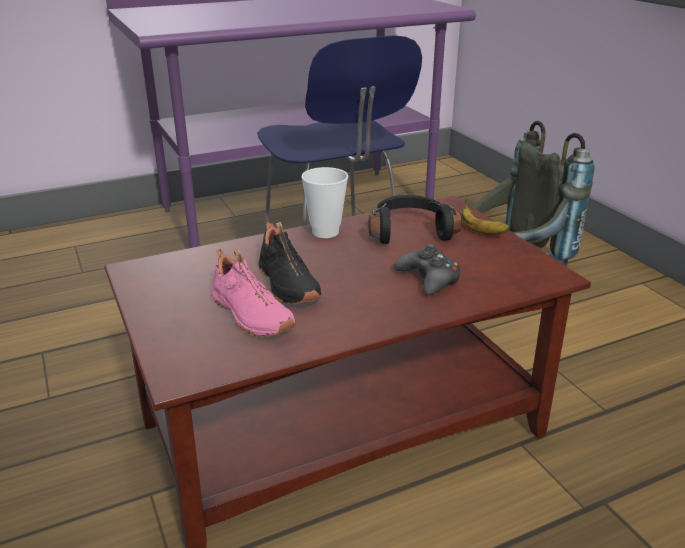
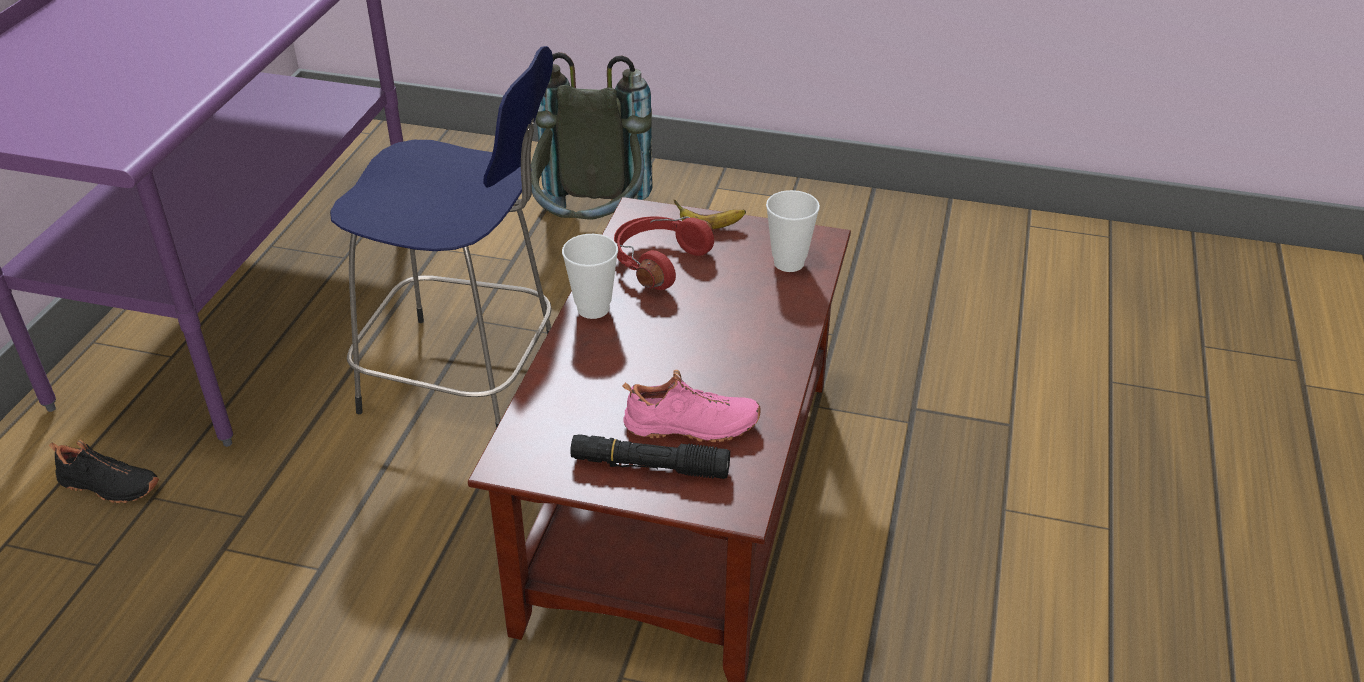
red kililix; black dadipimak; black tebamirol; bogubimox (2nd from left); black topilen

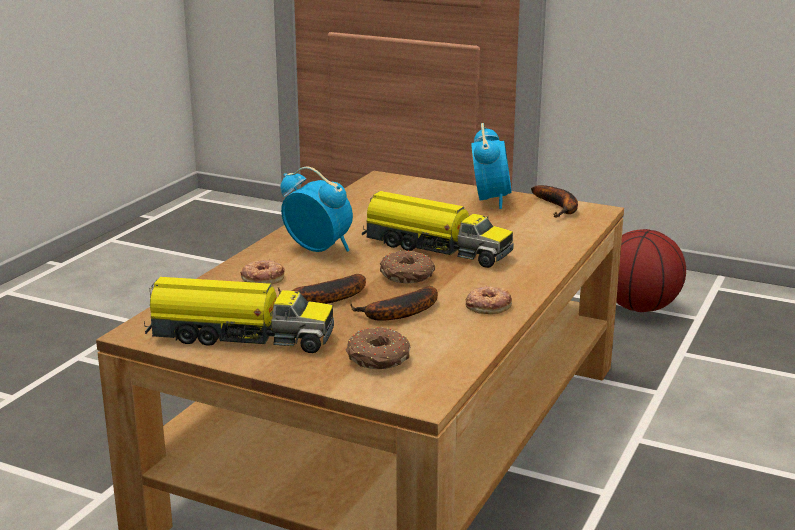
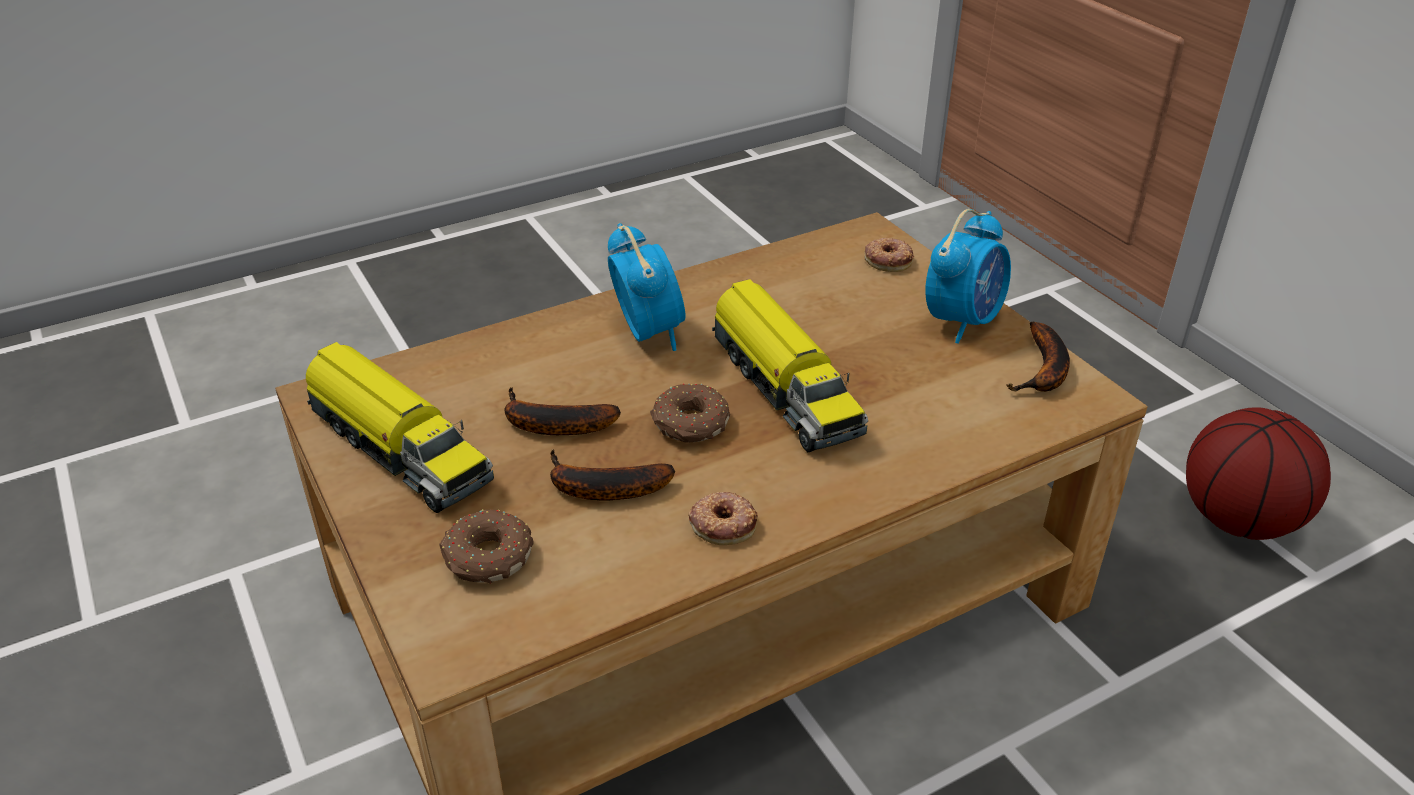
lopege (4th from left)

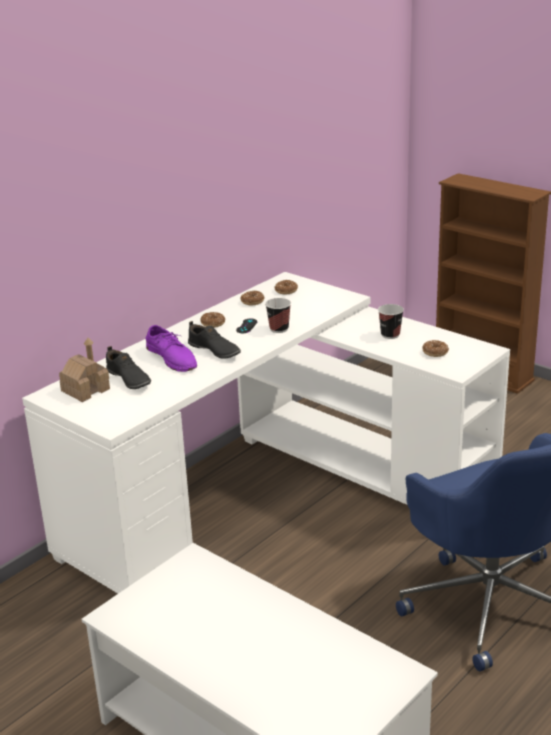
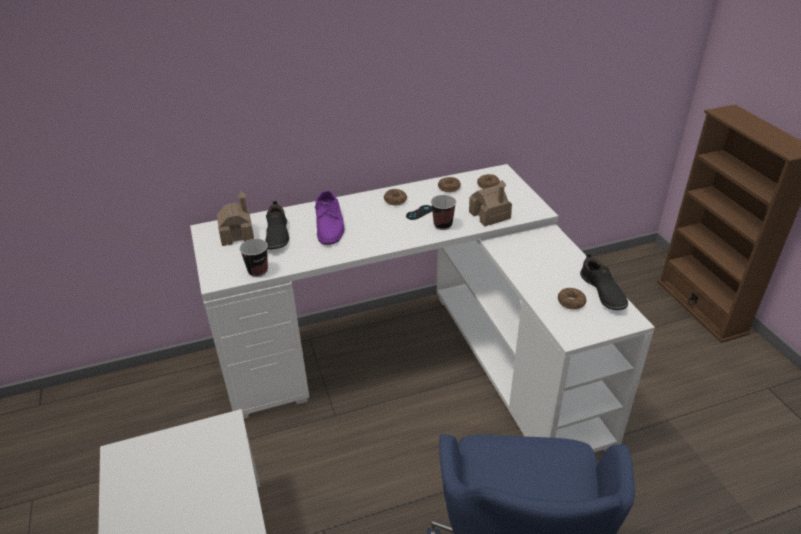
bogubimox (1st from left); black dadipimak (2nd from left); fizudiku (2nd from left)

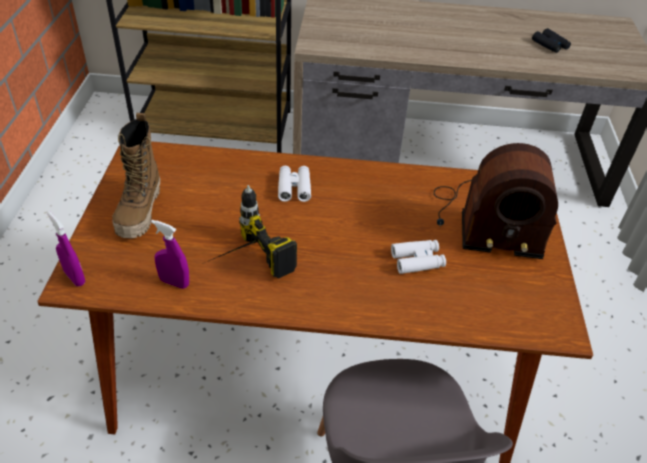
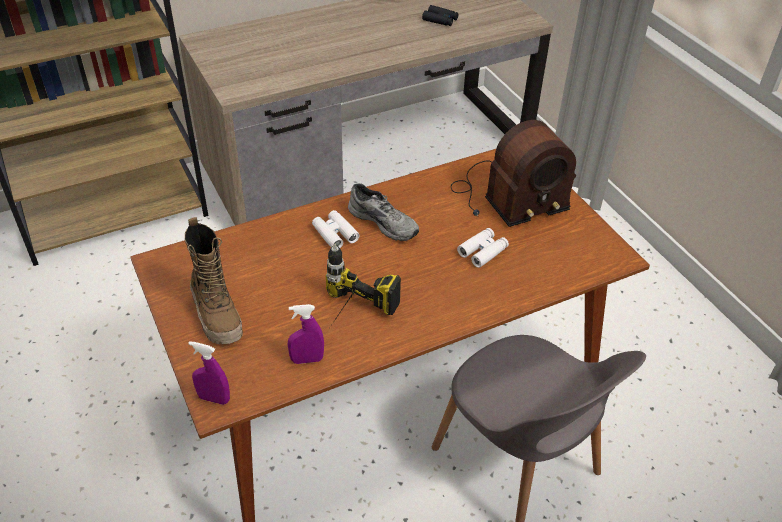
grey dadipimak

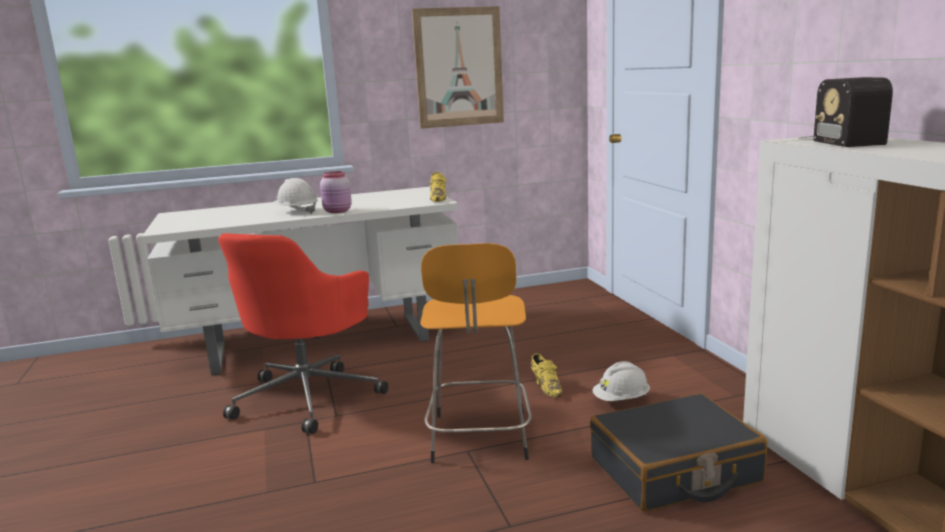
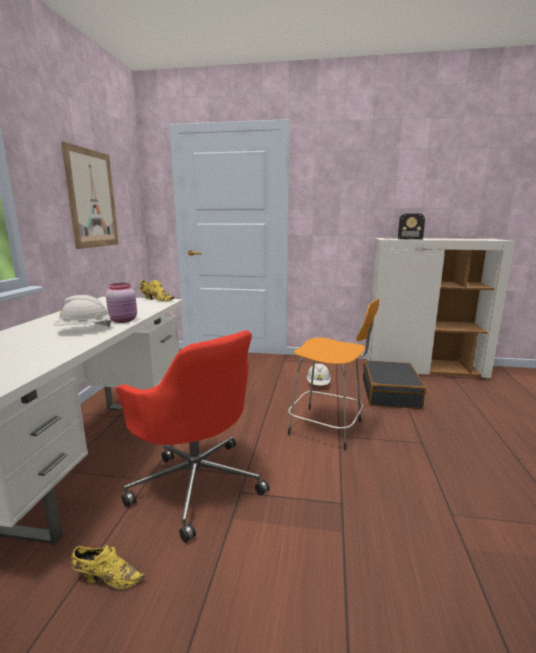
yellow dadipimak (1st from left)

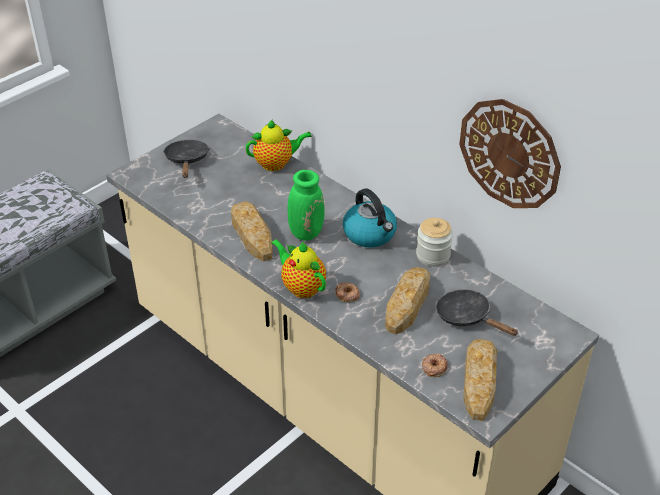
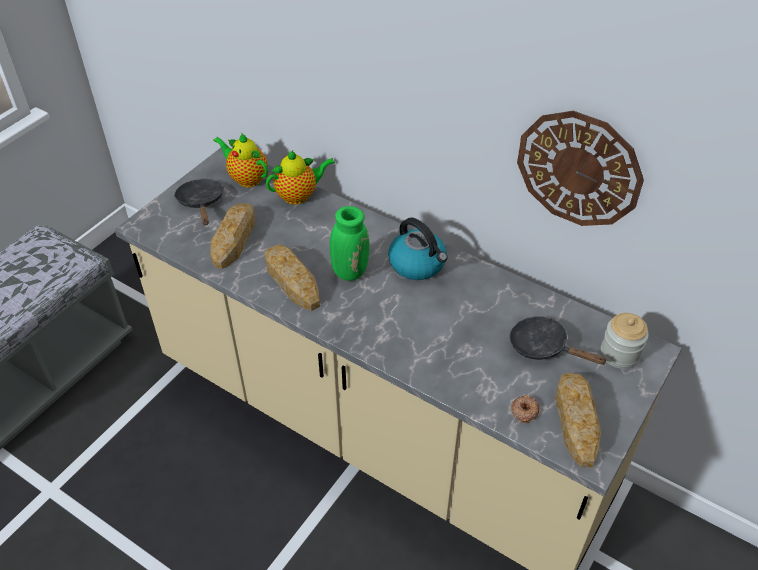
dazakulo; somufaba (1st from left); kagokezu (1st from left); lopege (1st from left in the first image)

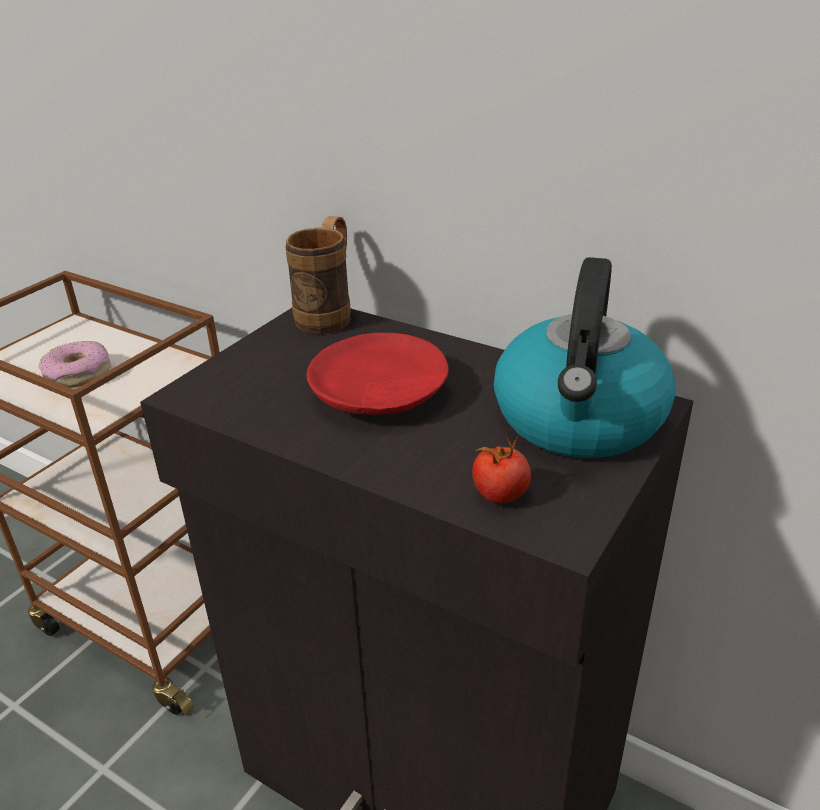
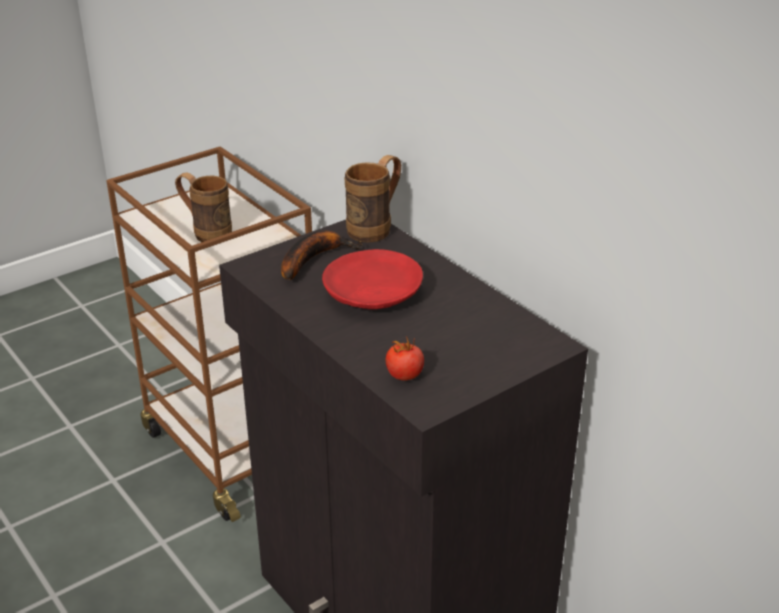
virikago; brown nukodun (1st from left); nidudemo

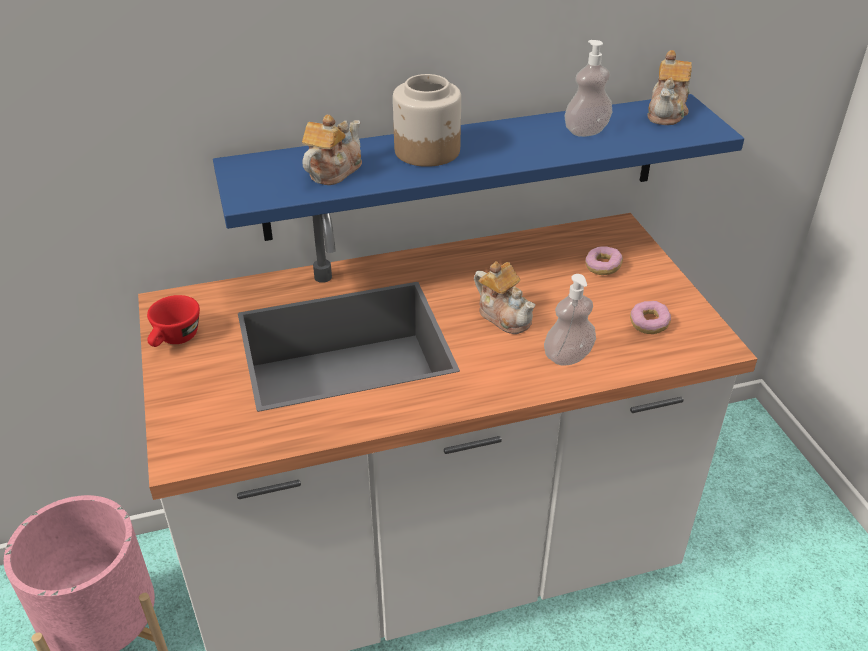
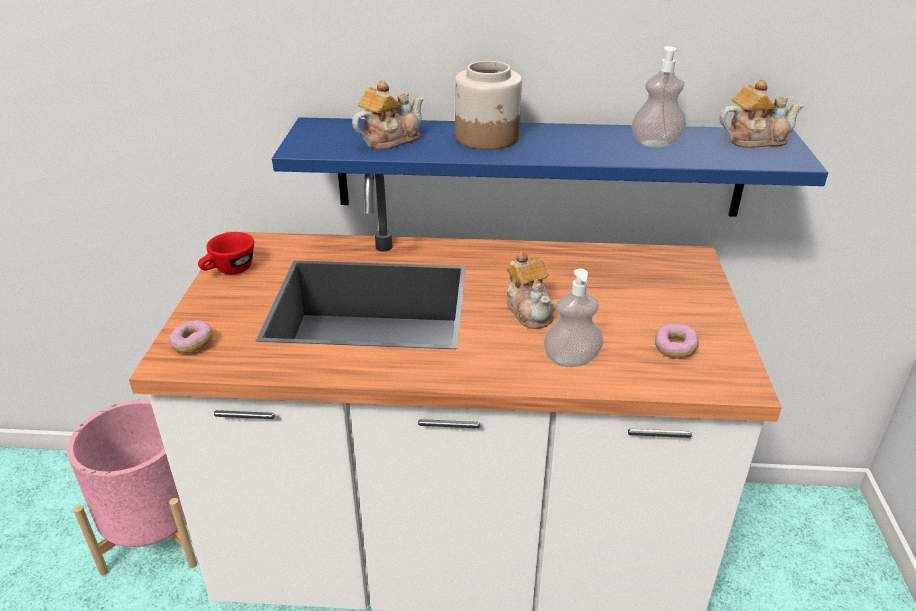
somufaba (3rd from left); lopege (1st from left)

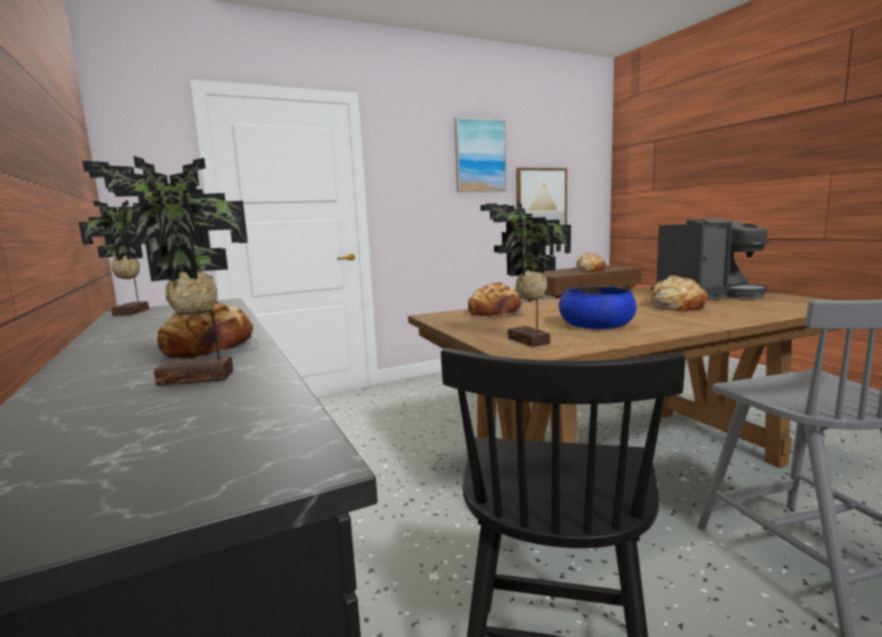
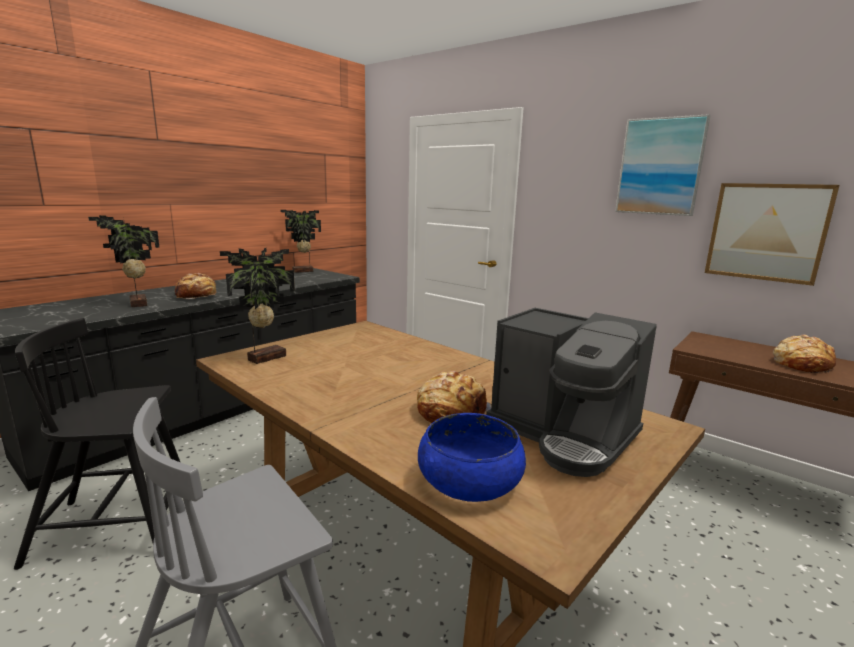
kagokezu (2nd from left in the first image); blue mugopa

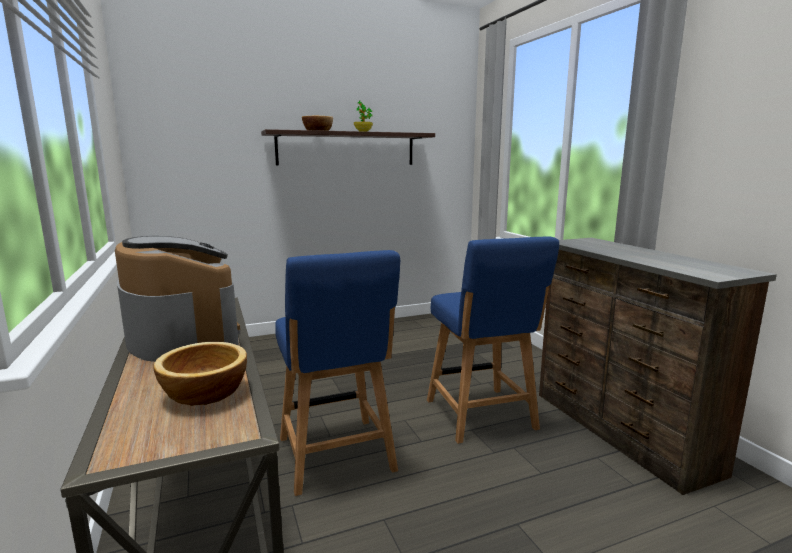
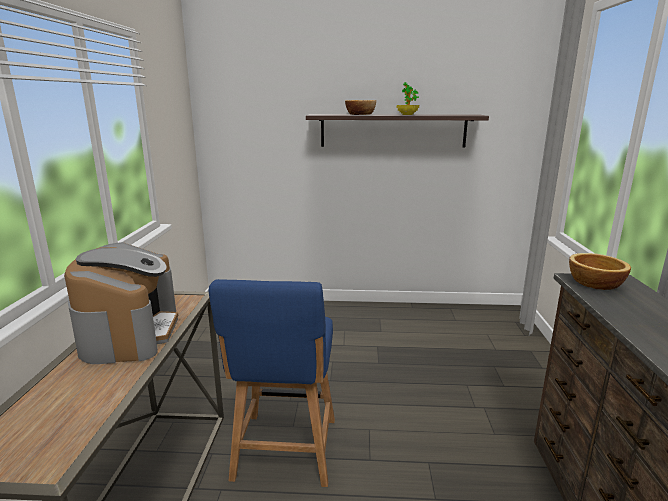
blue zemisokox (2nd from left in the first image); mugopa (2nd from left)

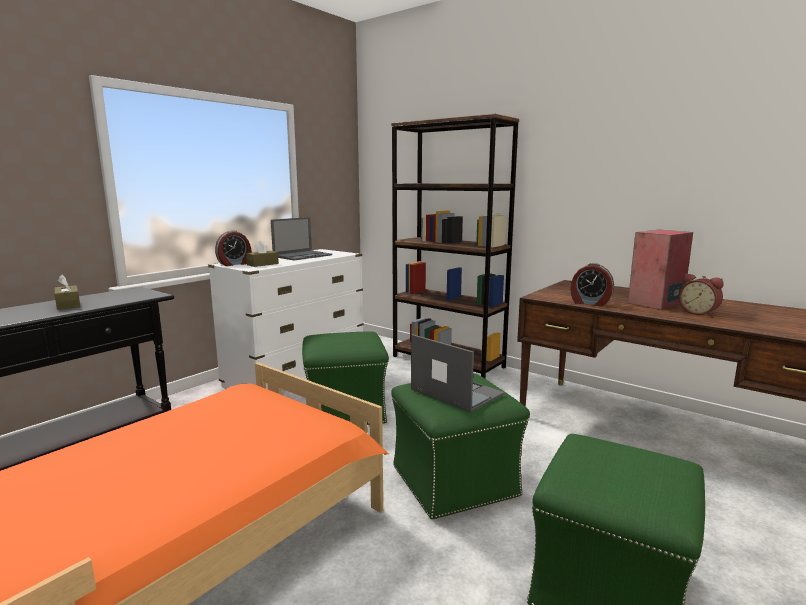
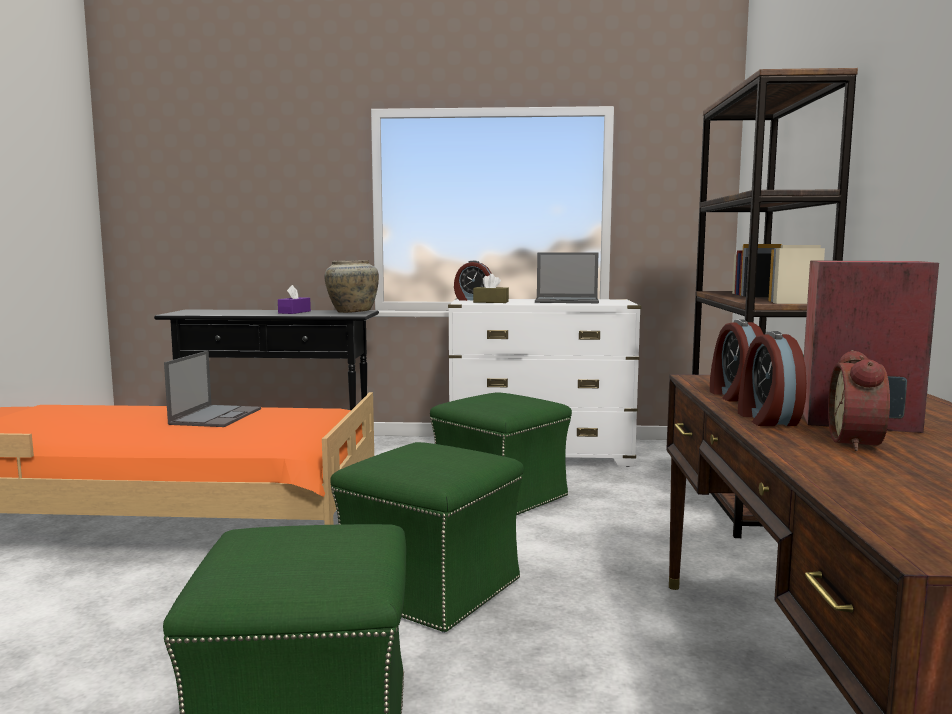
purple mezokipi; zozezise (1st from left); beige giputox; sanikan (3rd from left)

